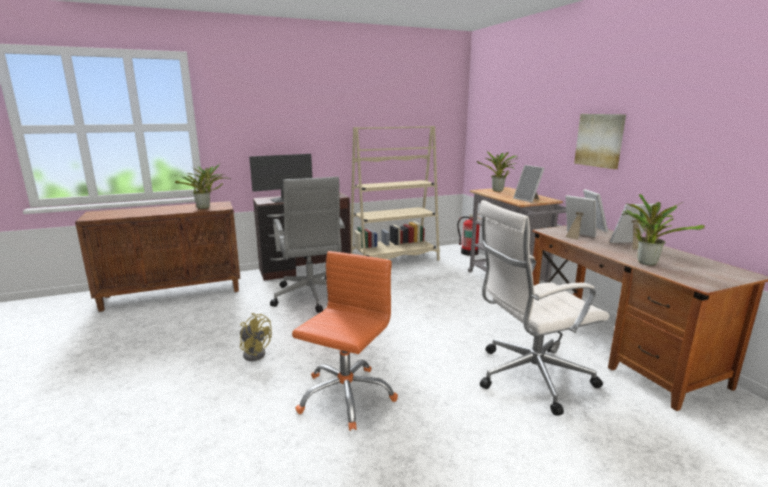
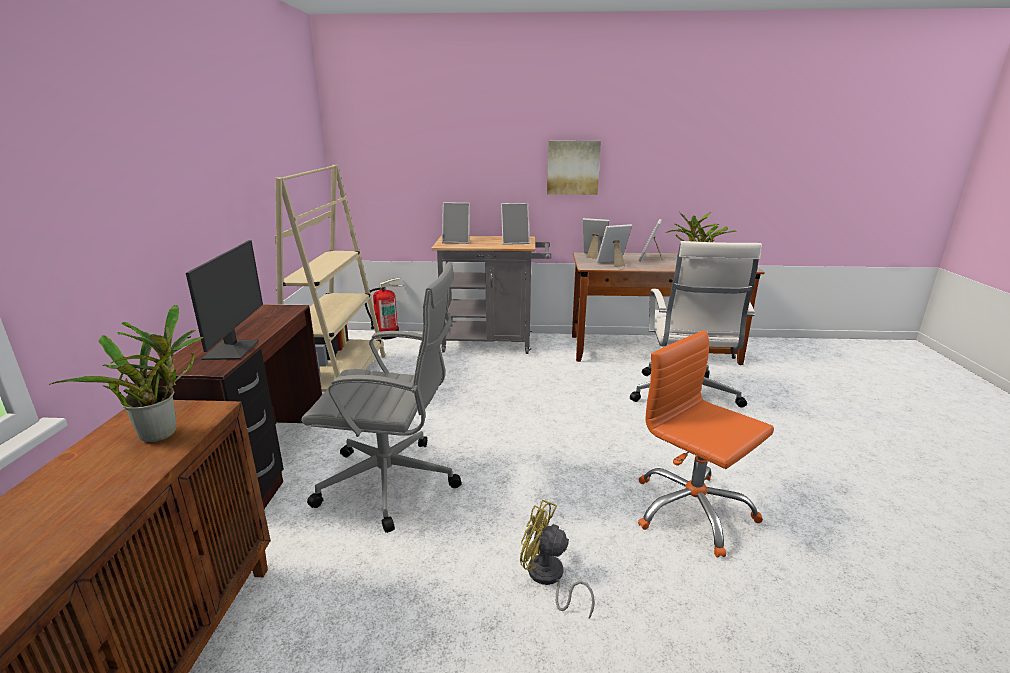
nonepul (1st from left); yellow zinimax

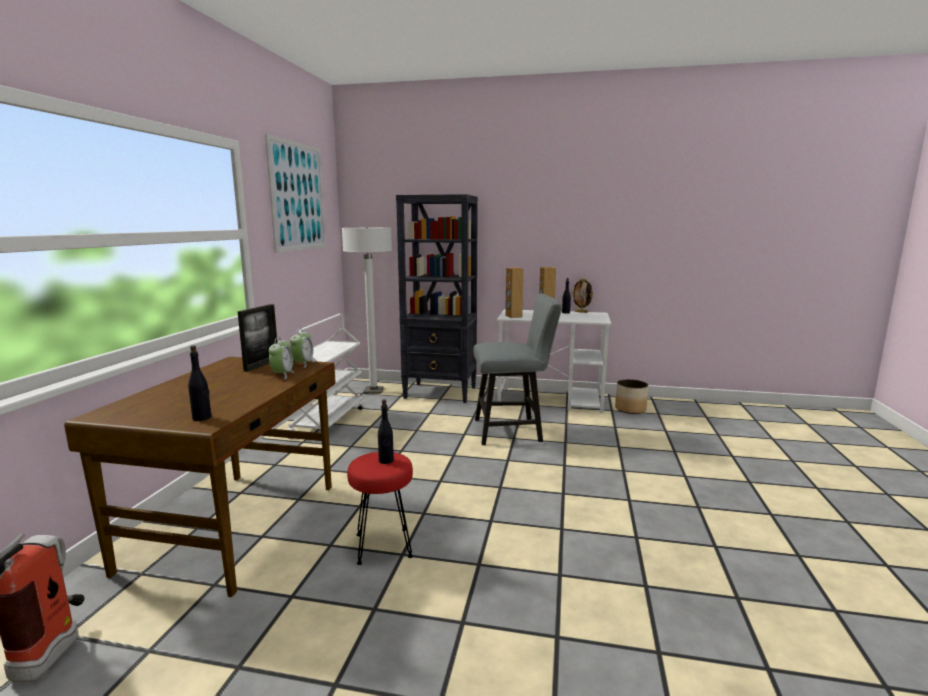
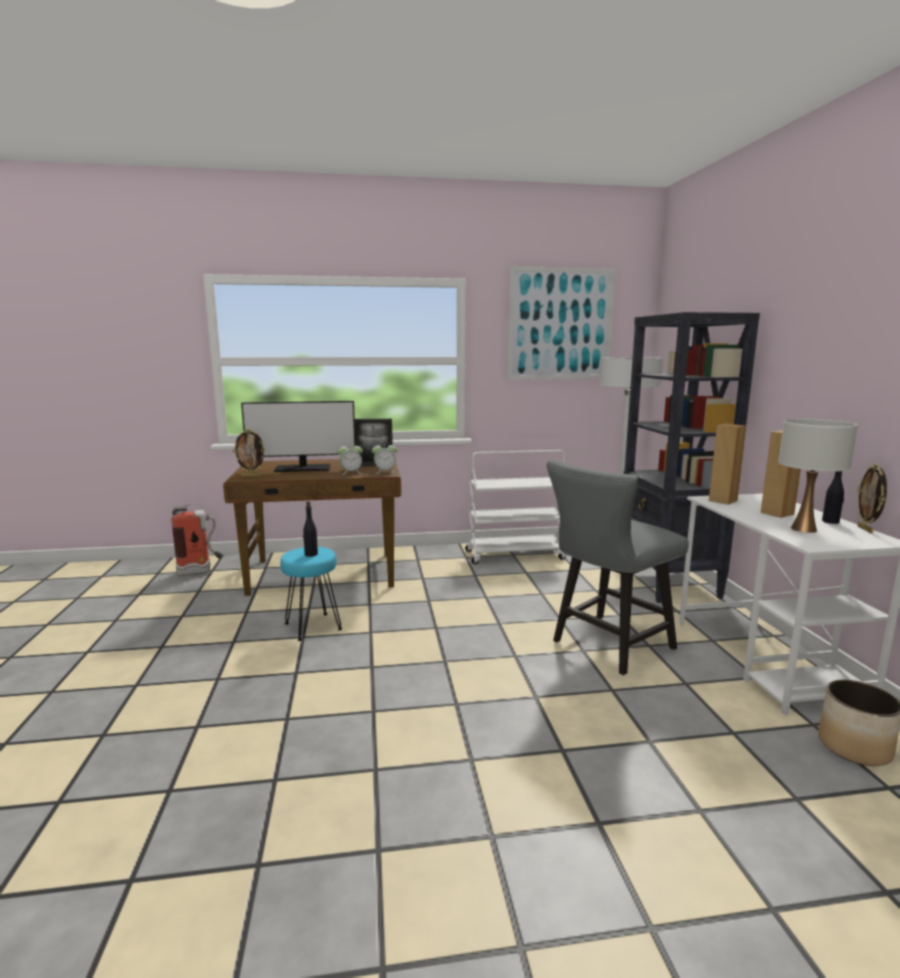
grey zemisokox; nonepul (1st from left); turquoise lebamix; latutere; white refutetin

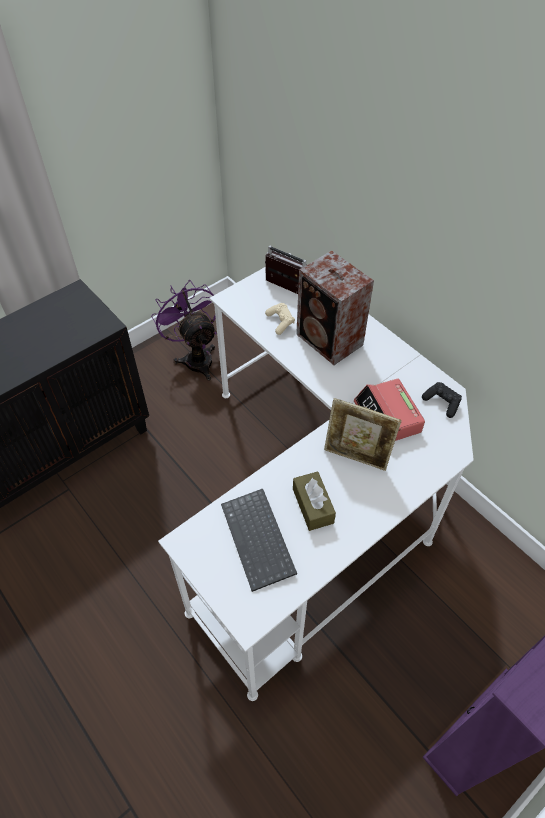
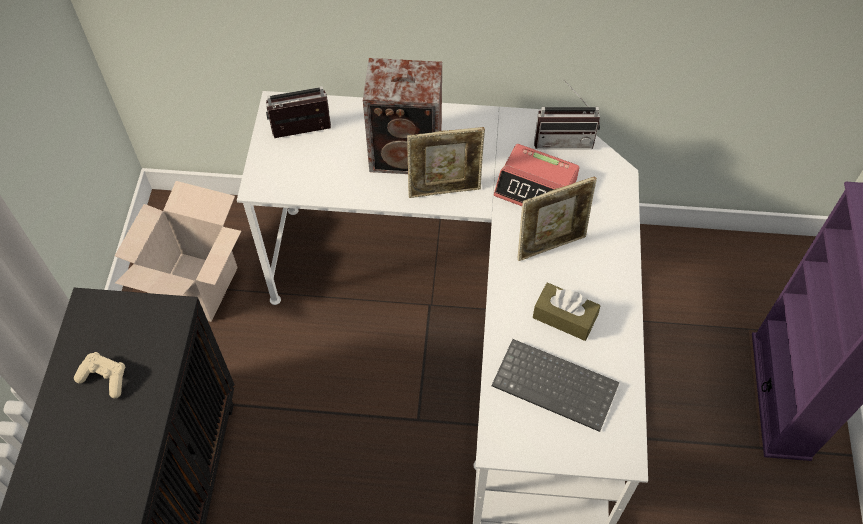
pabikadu; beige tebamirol; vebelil (2nd from left); nonepul (1st from left)

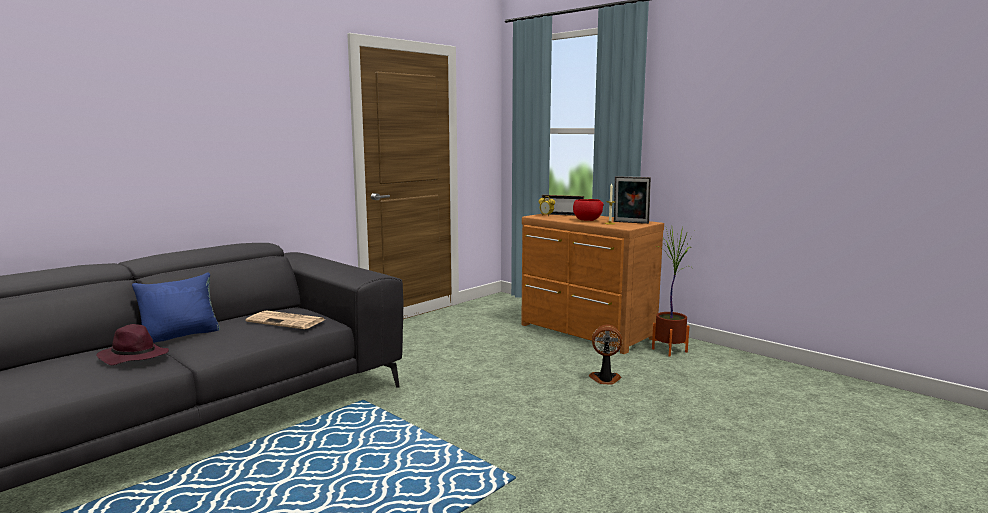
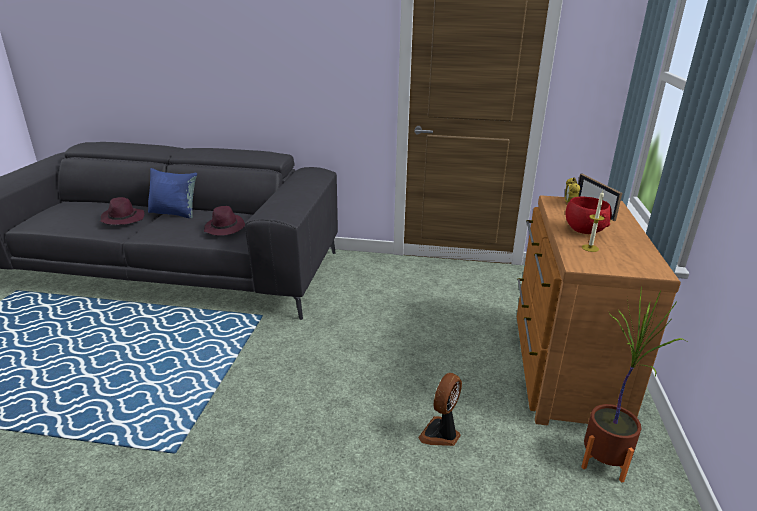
nonepul (2nd from left in the first image); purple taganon (2nd from left); zinimax

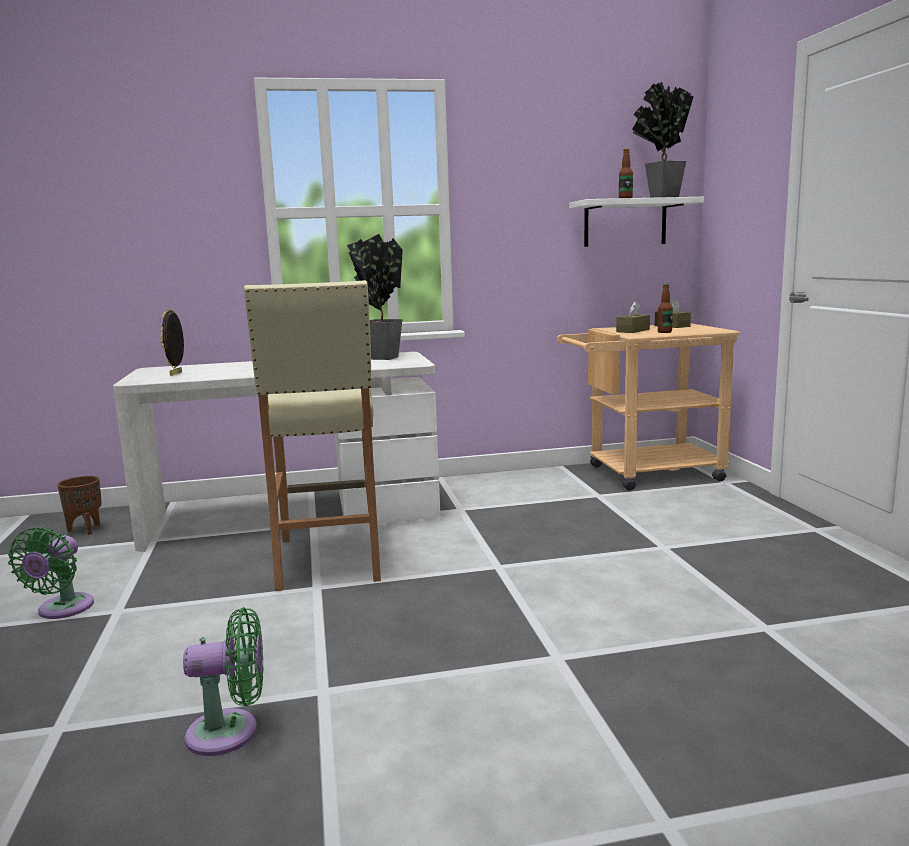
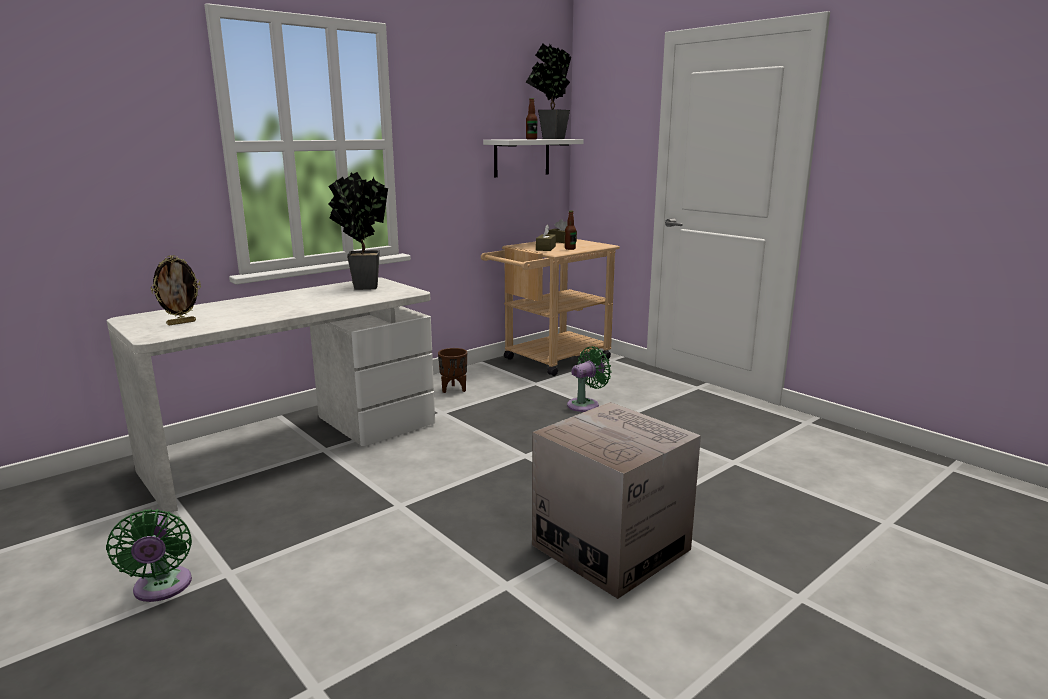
beige lebamix; nonepul; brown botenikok; green zinimax (2nd from left); pabikadu

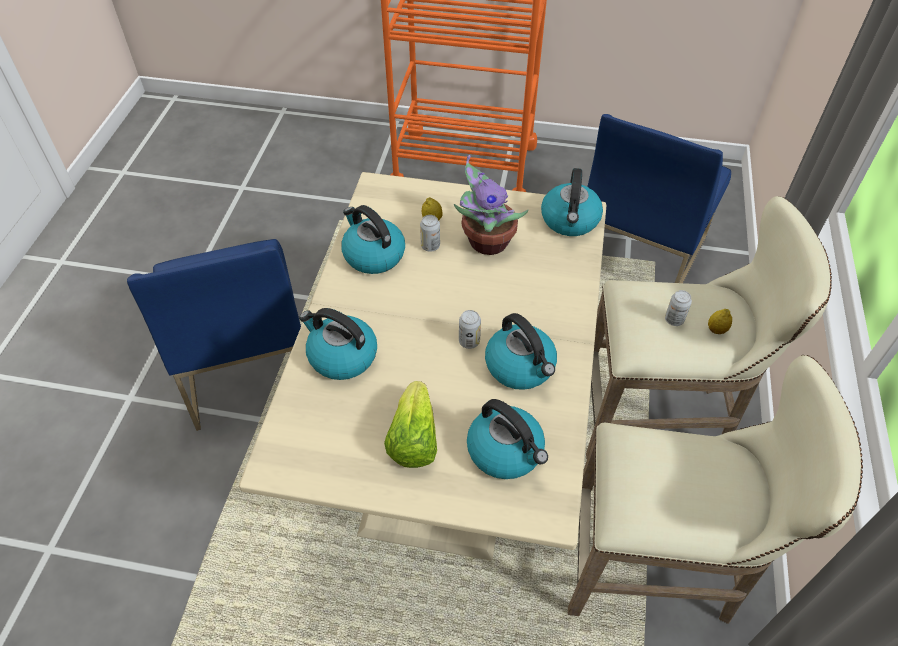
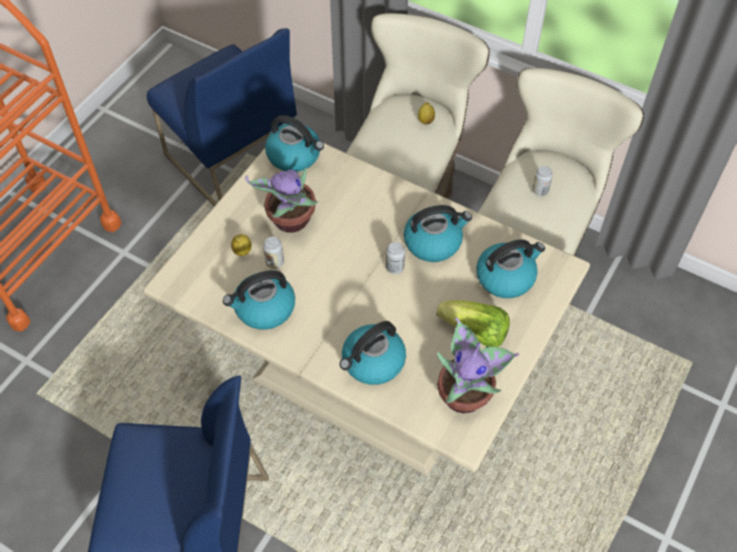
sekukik (3rd from left); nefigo (2nd from left)

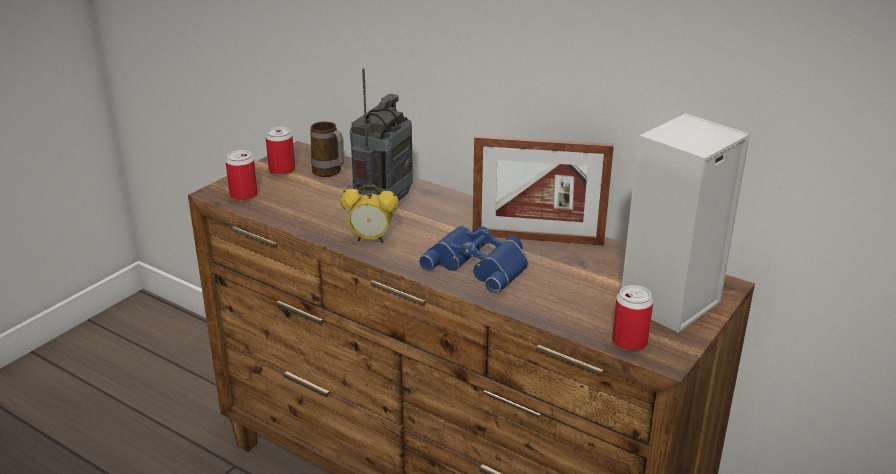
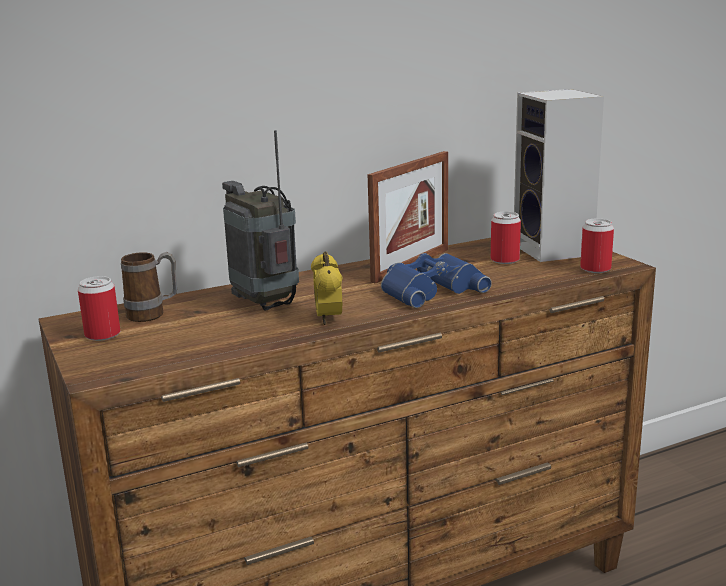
sekukik (2nd from left); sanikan

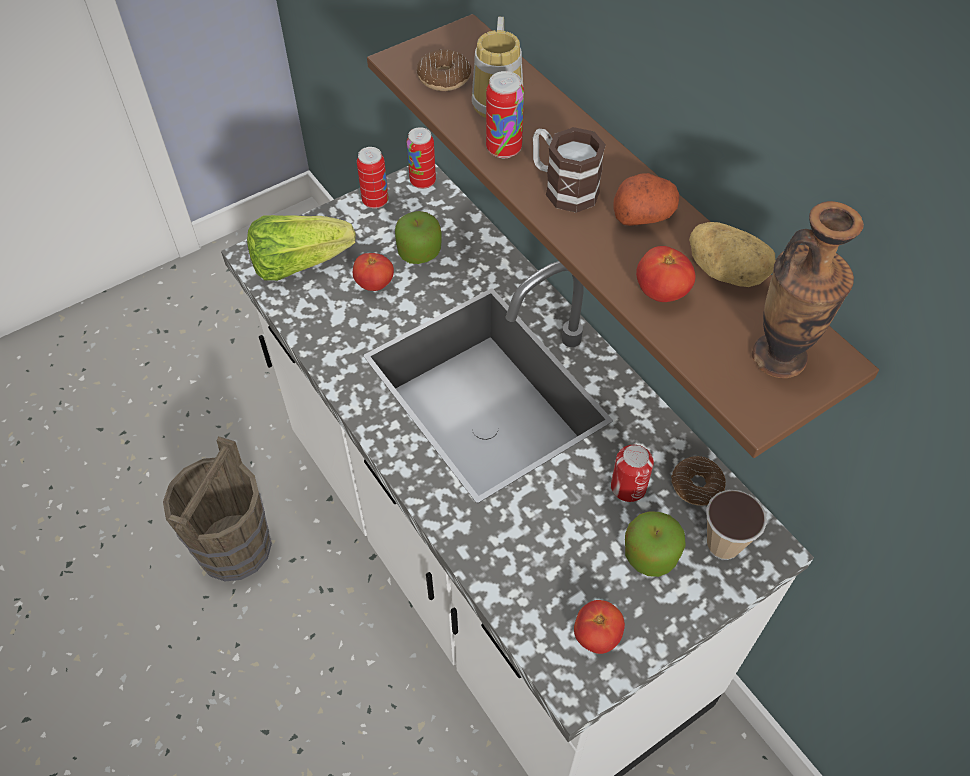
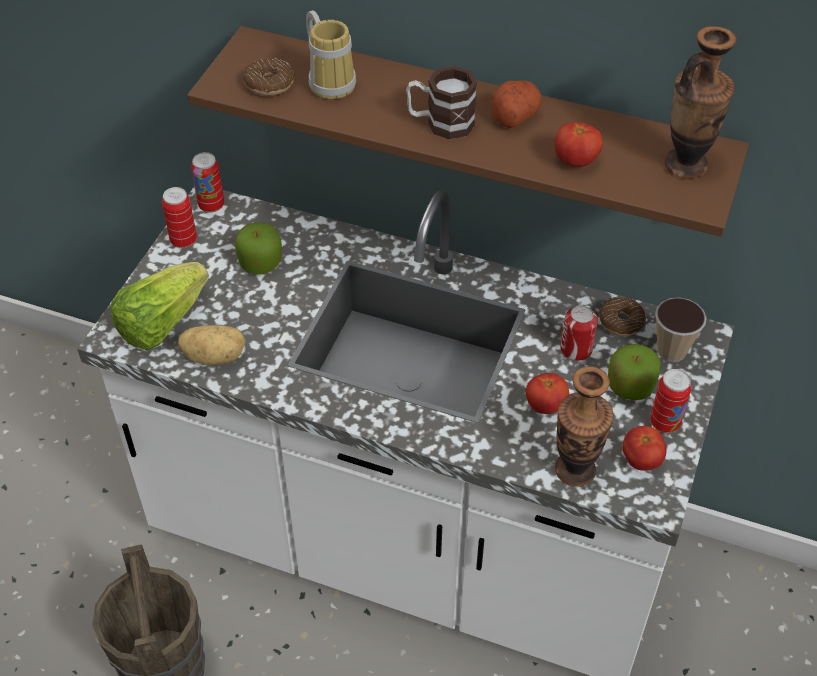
sekukik (4th from left); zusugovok (1st from left); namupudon (1st from left); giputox (1st from left)

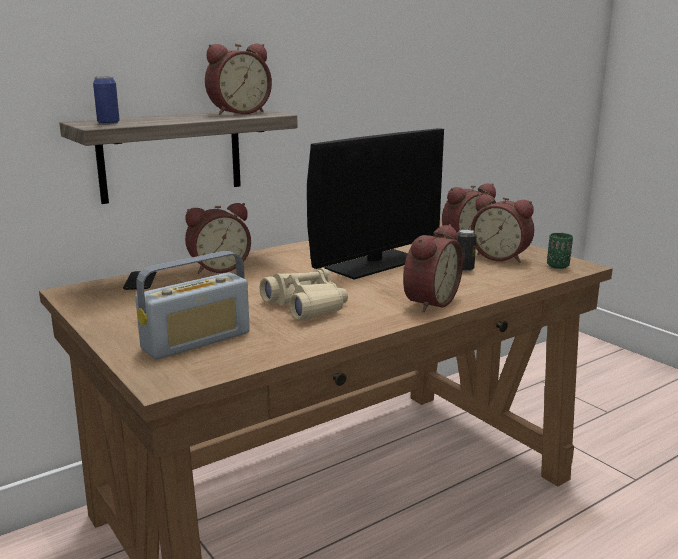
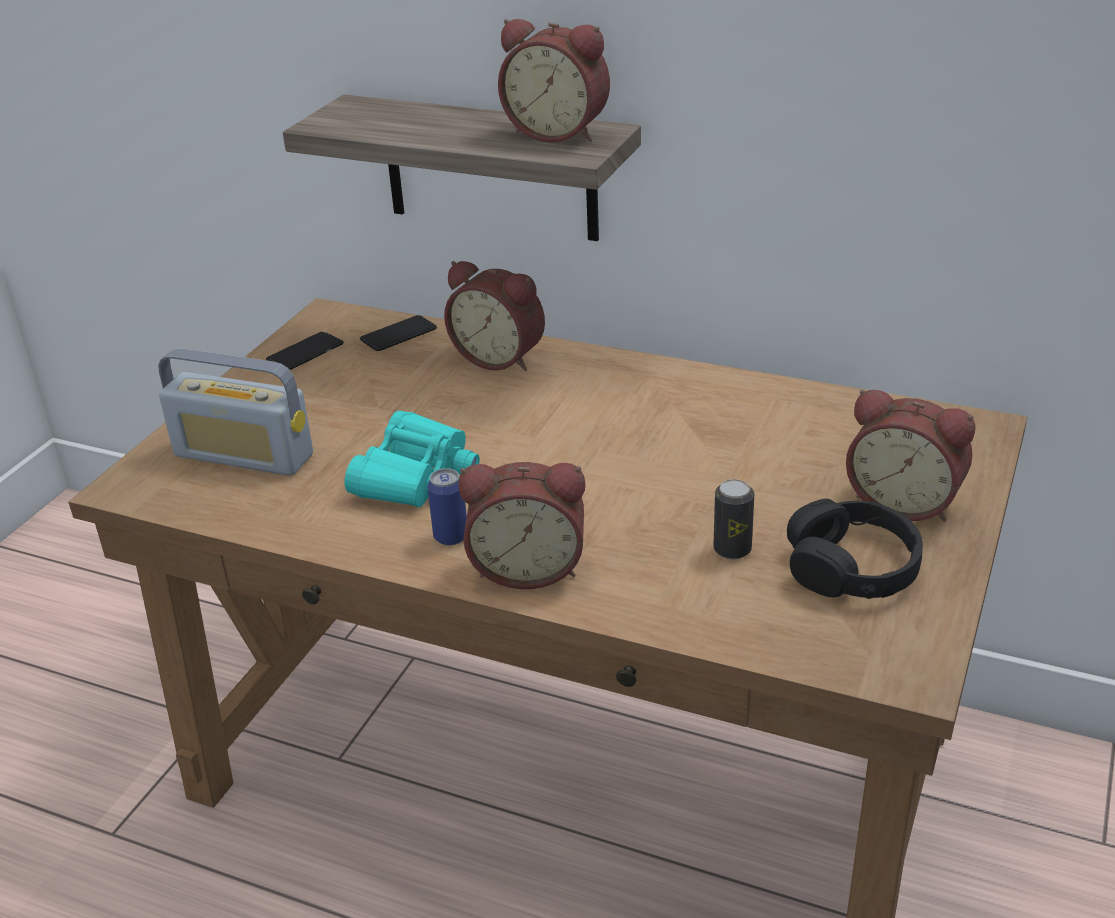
sekukik (1st from left); latutere; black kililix; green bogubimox; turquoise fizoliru; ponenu (1st from left)

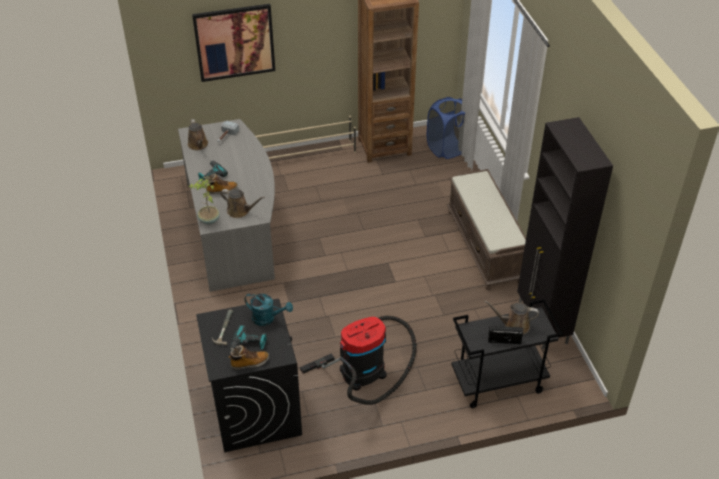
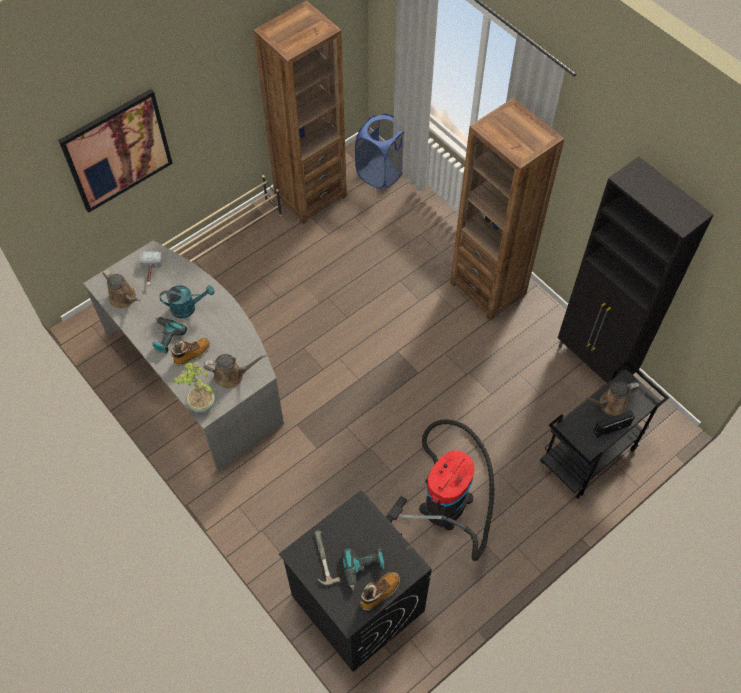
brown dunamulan (2nd from left); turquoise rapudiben

